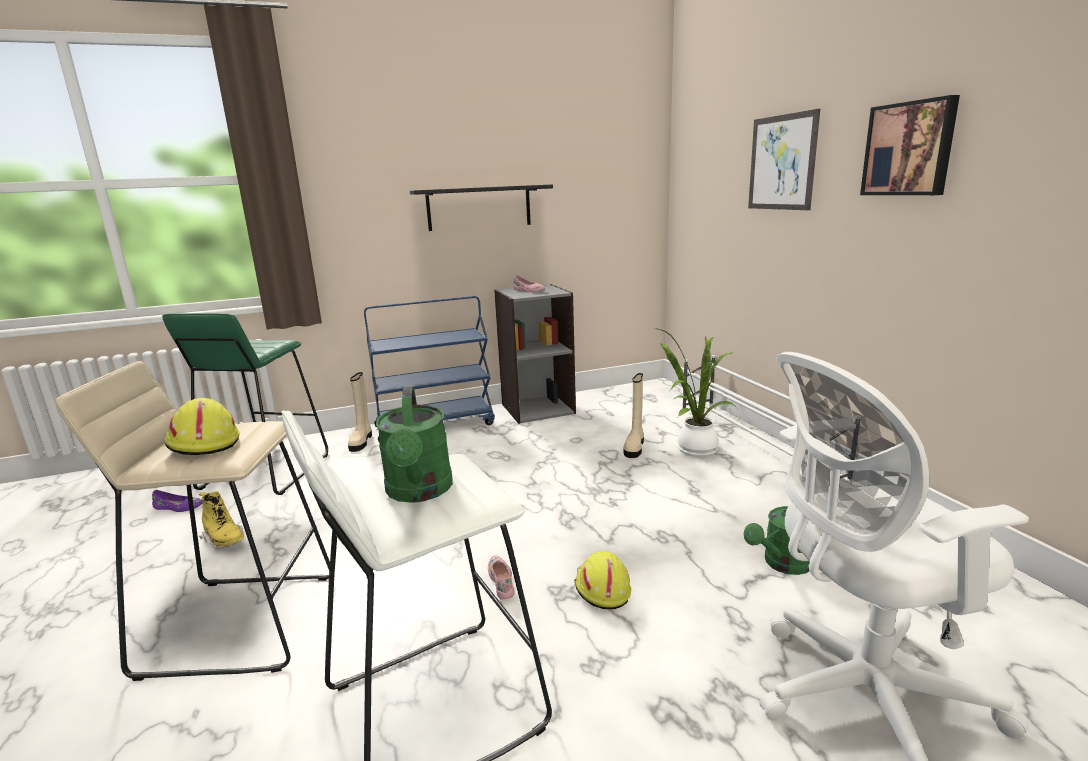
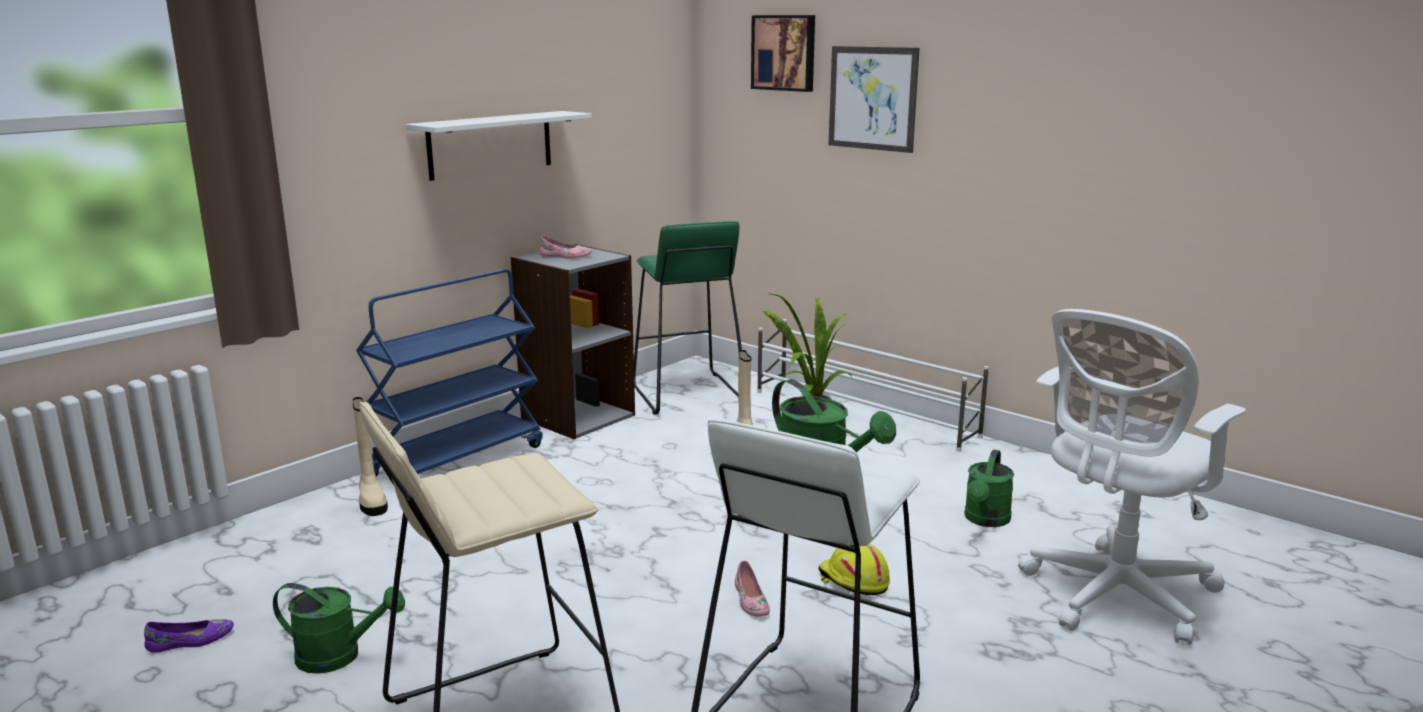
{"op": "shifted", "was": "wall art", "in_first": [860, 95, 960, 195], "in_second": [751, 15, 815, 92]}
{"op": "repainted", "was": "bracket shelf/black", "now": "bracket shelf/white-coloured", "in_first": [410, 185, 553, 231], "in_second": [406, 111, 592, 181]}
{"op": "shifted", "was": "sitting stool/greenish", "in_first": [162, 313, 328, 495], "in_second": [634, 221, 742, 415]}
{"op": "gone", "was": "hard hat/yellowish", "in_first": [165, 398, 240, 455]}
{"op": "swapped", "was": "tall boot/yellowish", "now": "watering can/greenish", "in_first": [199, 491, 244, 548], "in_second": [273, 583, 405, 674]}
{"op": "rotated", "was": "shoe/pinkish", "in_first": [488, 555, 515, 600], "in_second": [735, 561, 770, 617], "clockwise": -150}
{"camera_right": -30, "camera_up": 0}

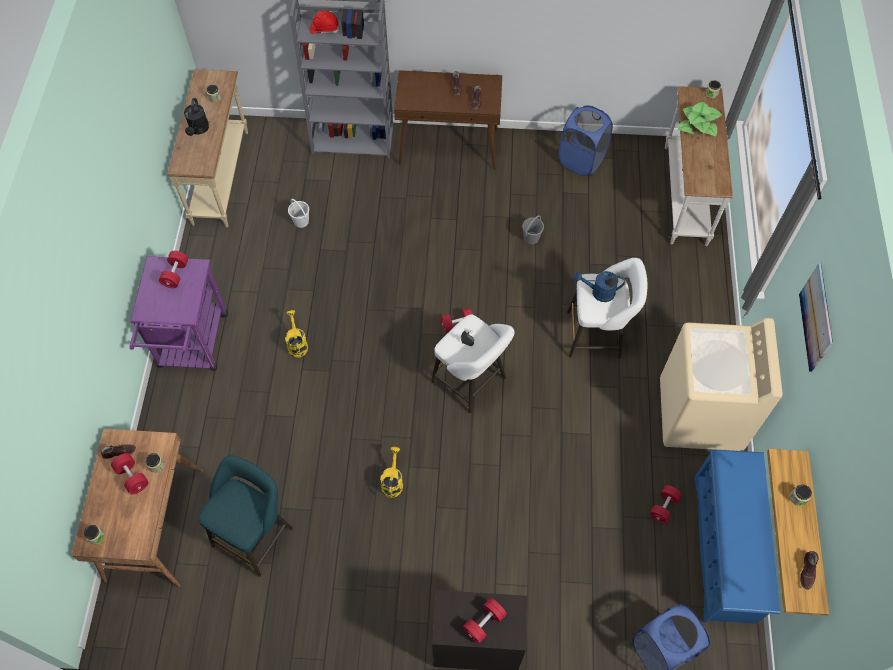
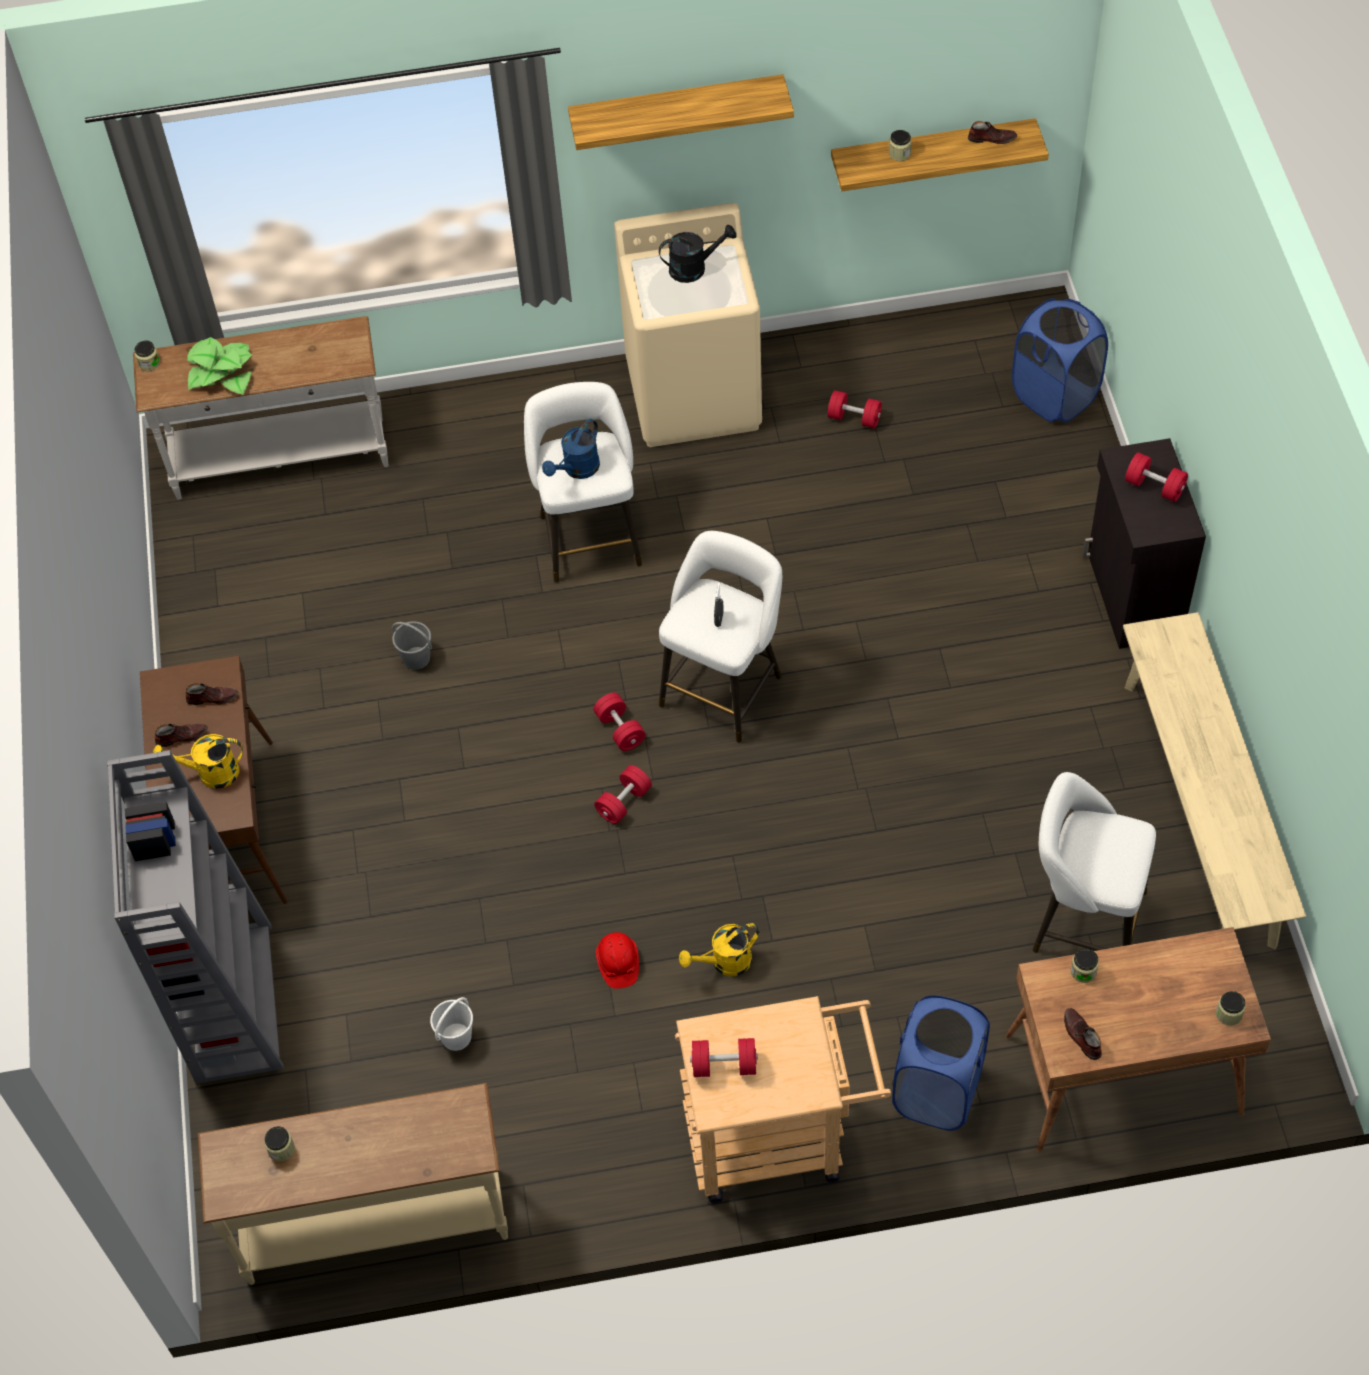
{"op": "shifted", "was": "hard hat/red-coloured", "in_first": [310, 10, 340, 34], "in_second": [596, 932, 639, 989]}
{"op": "shifted", "was": "watering can/black", "in_first": [184, 98, 209, 136], "in_second": [659, 225, 736, 283]}
{"op": "shifted", "was": "laundry basket/bluish", "in_first": [558, 105, 613, 176], "in_second": [892, 995, 990, 1131]}
{"op": "repainted", "was": "wheeled cart/purple", "now": "wheeled cart/sand-coloured", "in_first": [130, 256, 228, 371], "in_second": [675, 996, 891, 1203]}
{"op": "swapped", "was": "wall art", "now": "bracket shelf", "in_first": [799, 263, 833, 372], "in_second": [568, 74, 794, 150]}
{"op": "rotated", "was": "watering can/bluish", "in_first": [574, 271, 625, 302], "in_second": [542, 419, 600, 479], "clockwise": 45}
{"op": "shifted", "was": "watering can/yellowish", "in_first": [380, 447, 403, 498], "in_second": [153, 734, 243, 789]}
{"op": "gone", "was": "shoe shelf/bluish", "in_first": [694, 449, 780, 624]}
{"op": "shifted", "was": "free weight/red-coloured", "in_first": [111, 453, 148, 494], "in_second": [594, 765, 652, 824]}
{"op": "repainted", "was": "sitting stool/turquoise", "now": "sitting stool/white-coloured", "in_first": [198, 455, 293, 577], "in_second": [1033, 772, 1156, 953]}
{"op": "new", "now": "indoor bench/sand-coloured", "in_second": [1123, 612, 1306, 949]}
{"camera_right": -100, "camera_up": -5}

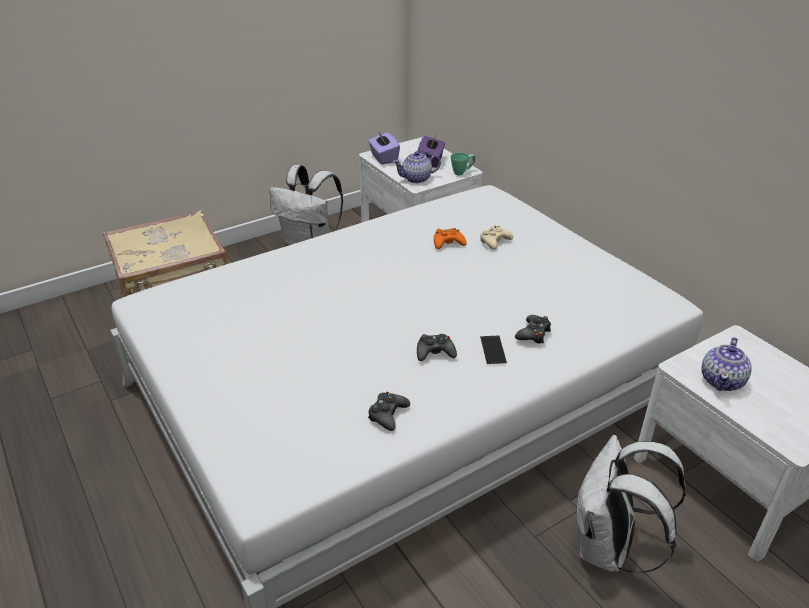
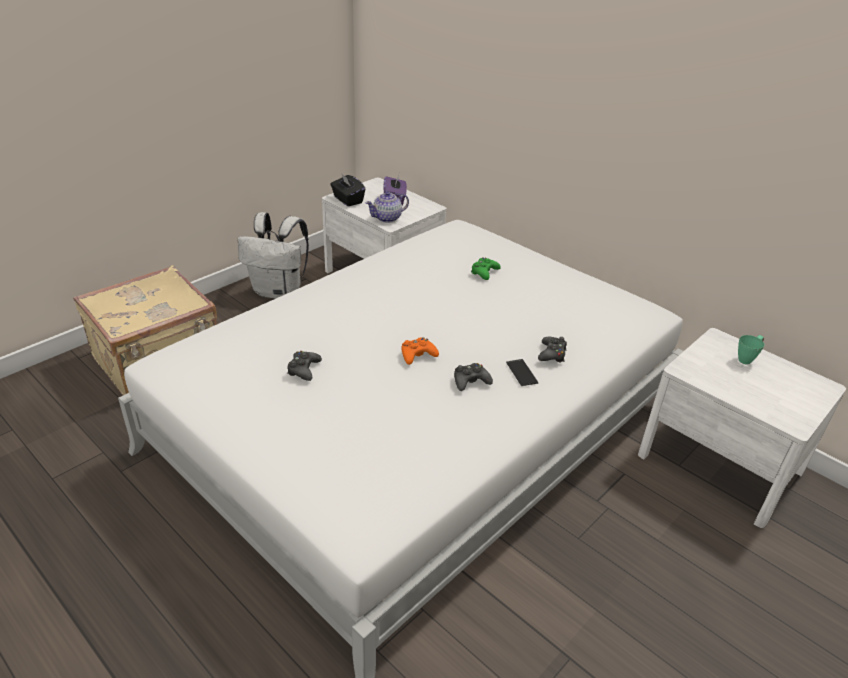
{"op": "repainted", "was": "box of tissues/purple", "now": "box of tissues/black", "in_first": [368, 132, 400, 164], "in_second": [330, 173, 365, 206]}
{"op": "shifted", "was": "tea mug/greenish", "in_first": [451, 153, 475, 176], "in_second": [738, 335, 764, 364]}
{"op": "repainted", "was": "game controller/sand-coloured", "now": "game controller/greenish", "in_first": [480, 226, 513, 250], "in_second": [471, 257, 501, 280]}
{"op": "shifted", "was": "game controller/orange-coloured", "in_first": [434, 228, 466, 249], "in_second": [401, 337, 439, 365]}
{"op": "gone", "was": "tea pot", "in_first": [701, 337, 752, 391]}
{"op": "shifted", "was": "game controller/black", "in_first": [368, 392, 410, 431], "in_second": [287, 351, 322, 381]}
{"op": "gone", "was": "knapsack/white-coloured", "in_first": [576, 435, 686, 573]}
{"camera_right": -15, "camera_up": 0}

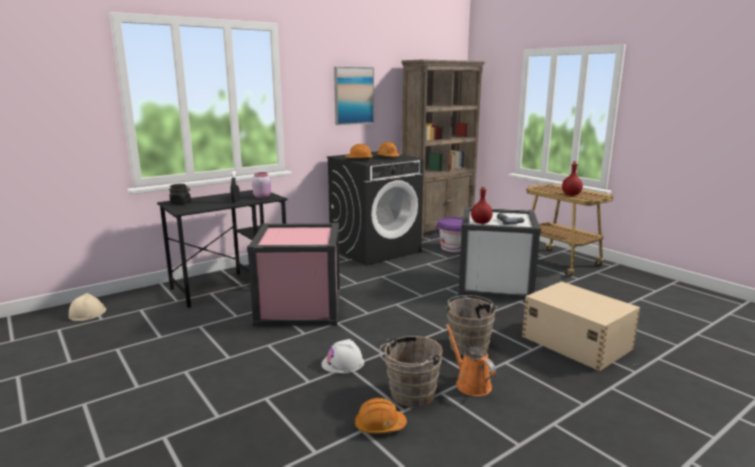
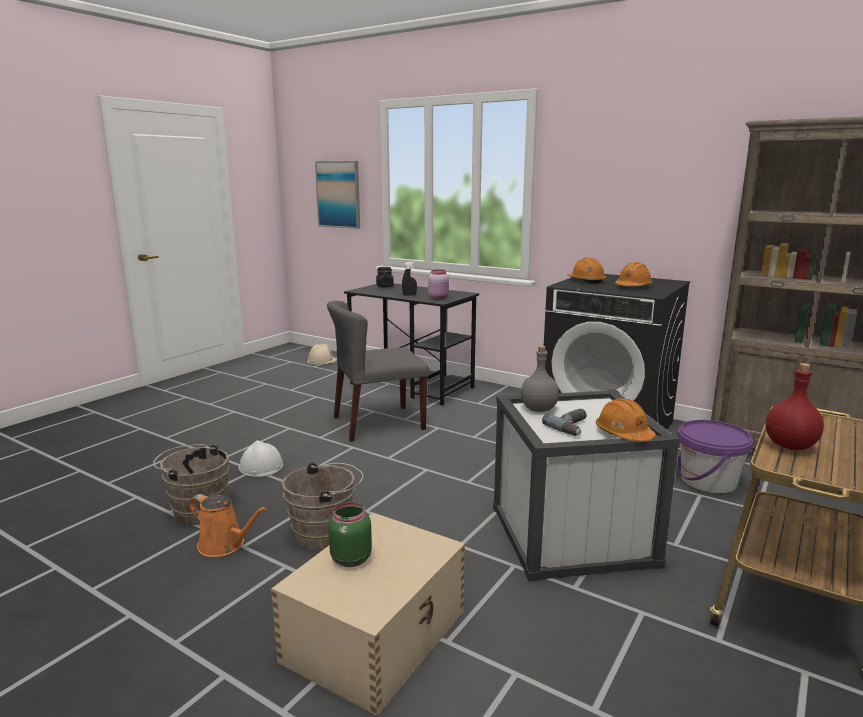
{"op": "shifted", "was": "wall art", "in_first": [334, 67, 374, 125], "in_second": [315, 161, 360, 229]}
{"op": "repainted", "was": "drink bottle/red-coloured", "now": "drink bottle/gray", "in_first": [471, 186, 493, 224], "in_second": [521, 346, 559, 412]}
{"op": "swapped", "was": "storage box/pinkish", "now": "chair/gray", "in_first": [247, 223, 340, 327], "in_second": [327, 301, 430, 442]}
{"op": "rotated", "was": "watering can/orange-coloured", "in_first": [446, 324, 496, 396], "in_second": [189, 494, 267, 557], "clockwise": 75}
{"op": "shifted", "was": "hard hat/orange-coloured", "in_first": [355, 398, 407, 434], "in_second": [596, 398, 656, 442]}
{"op": "new", "now": "jar/greenish", "in_second": [328, 502, 372, 567]}
{"camera_right": 70, "camera_up": 0}

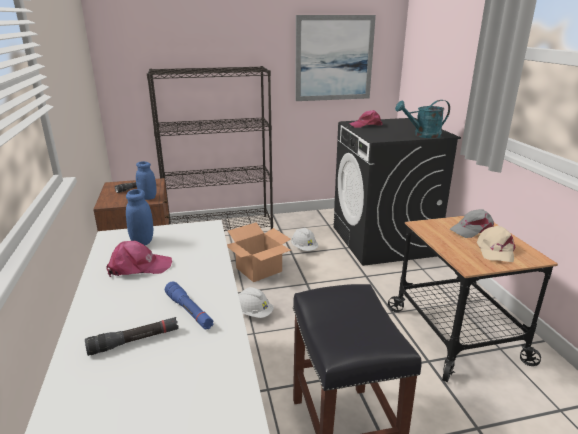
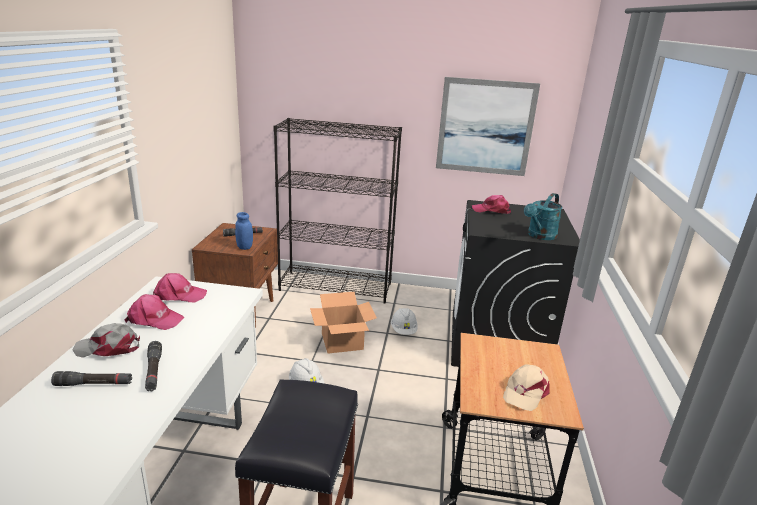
{"op": "rotated", "was": "watering can/turquoise", "in_first": [395, 100, 450, 138], "in_second": [524, 193, 563, 240], "clockwise": -60}
{"op": "swapped", "was": "jar/bluish", "now": "baseball cap/pinkish", "in_first": [126, 189, 153, 245], "in_second": [153, 273, 207, 303]}
{"op": "shifted", "was": "baseball cap/gray", "in_first": [449, 209, 494, 238], "in_second": [73, 323, 140, 358]}
{"op": "repainted", "was": "torch/bluish", "now": "torch/black", "in_first": [165, 282, 214, 330], "in_second": [145, 341, 162, 391]}
{"camera_right": 20, "camera_up": 0}

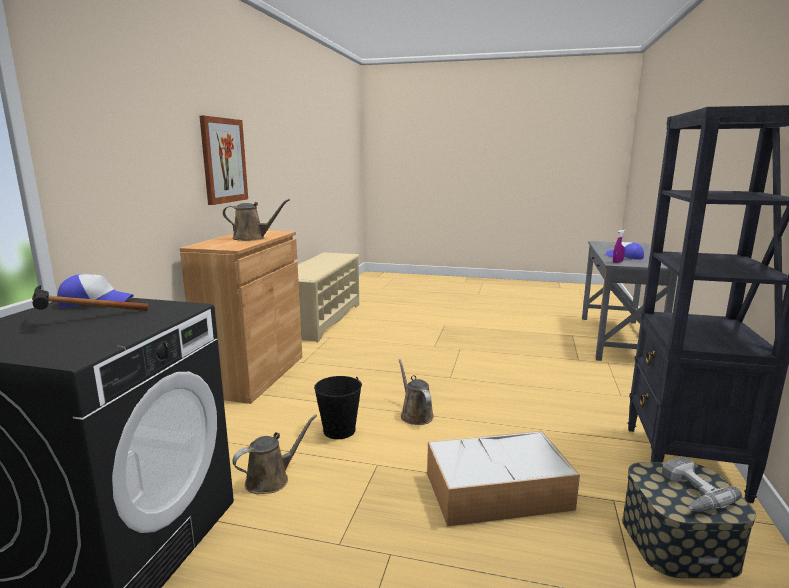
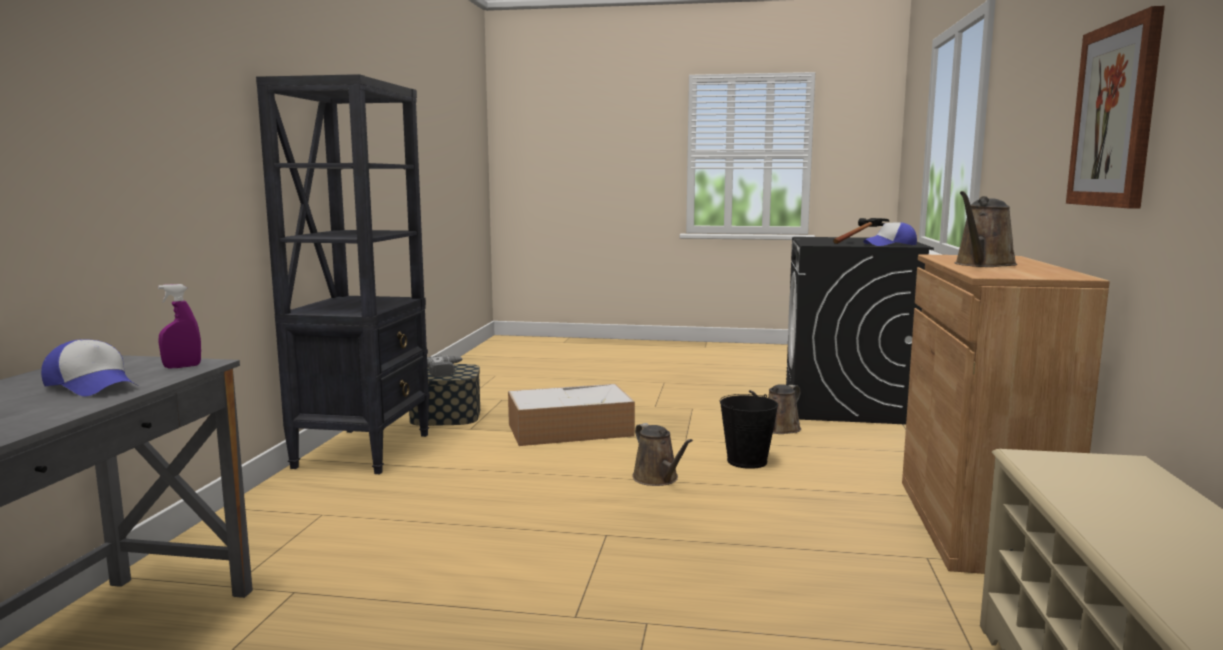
{"op": "rotated", "was": "watering can/brown", "in_first": [223, 199, 290, 241], "in_second": [955, 191, 1017, 267], "clockwise": -45}
{"camera_right": 175, "camera_up": -5}

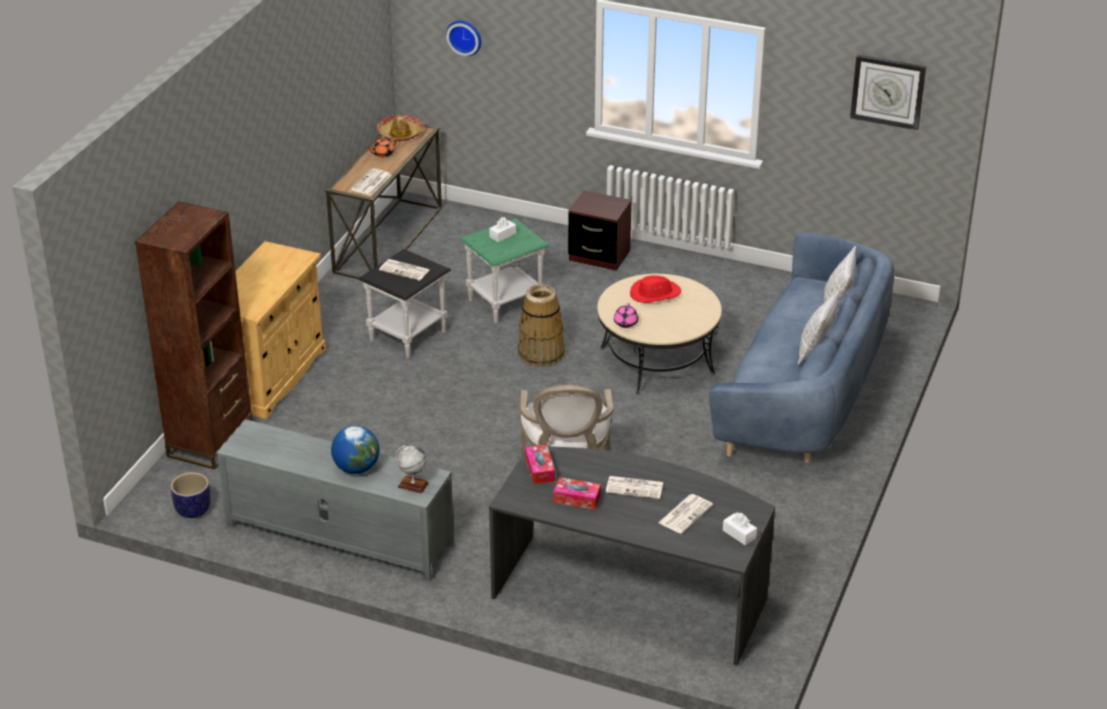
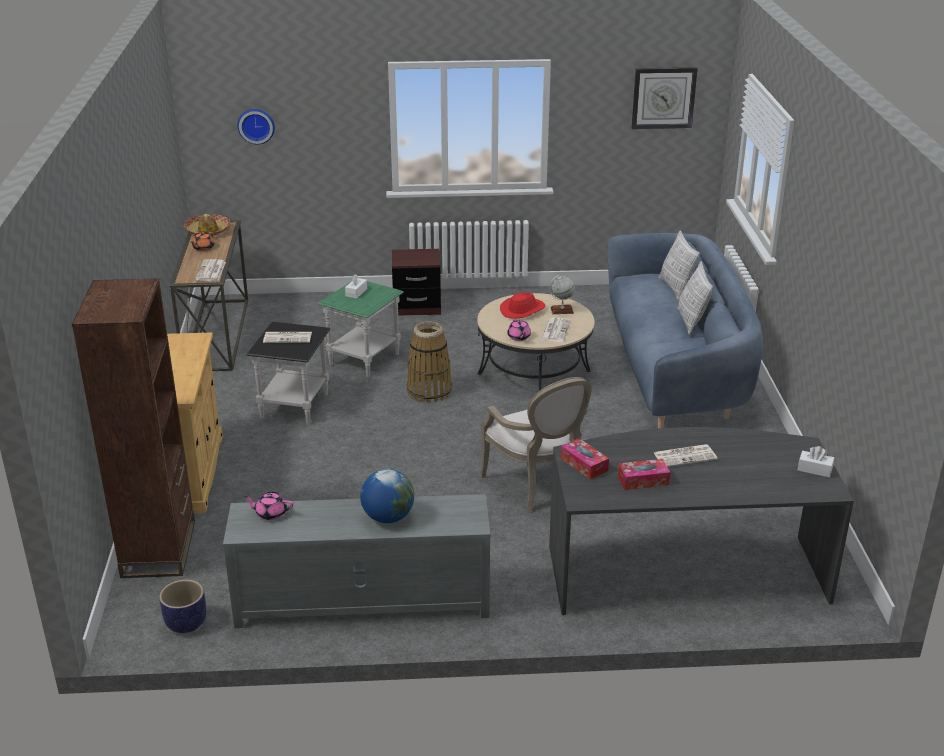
{"op": "shifted", "was": "globe", "in_first": [396, 445, 429, 494], "in_second": [549, 275, 575, 314]}
{"op": "shifted", "was": "printed paper", "in_first": [658, 494, 713, 534], "in_second": [540, 318, 570, 342]}
{"op": "new", "now": "tea pot/pinkish", "in_second": [244, 492, 293, 520]}
{"camera_right": -25, "camera_up": -5}

